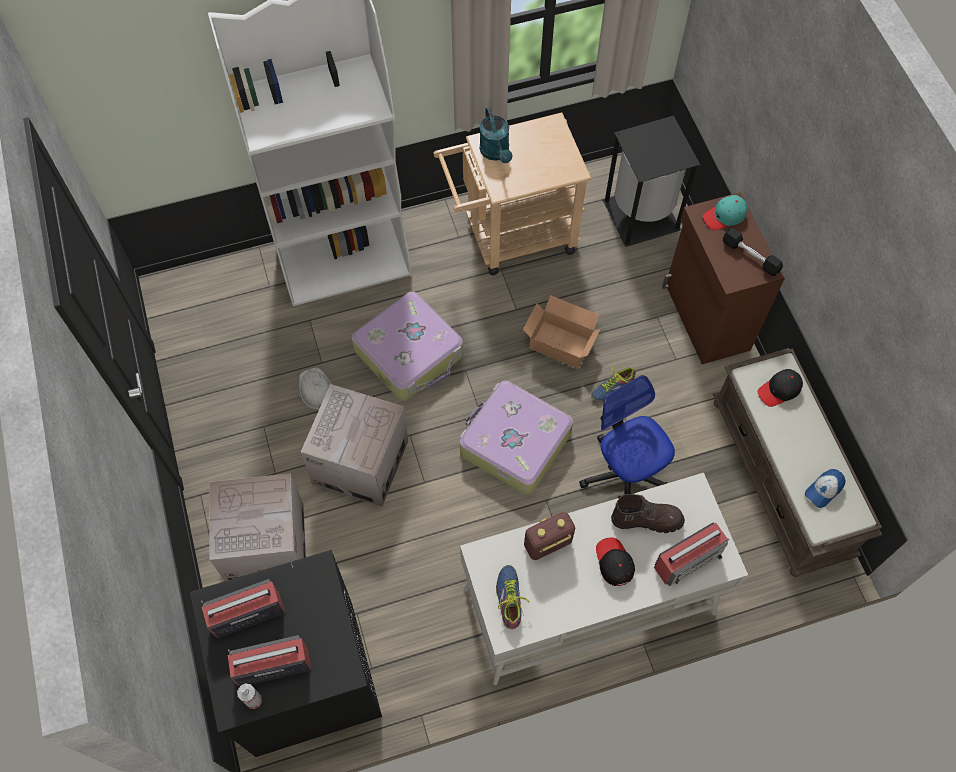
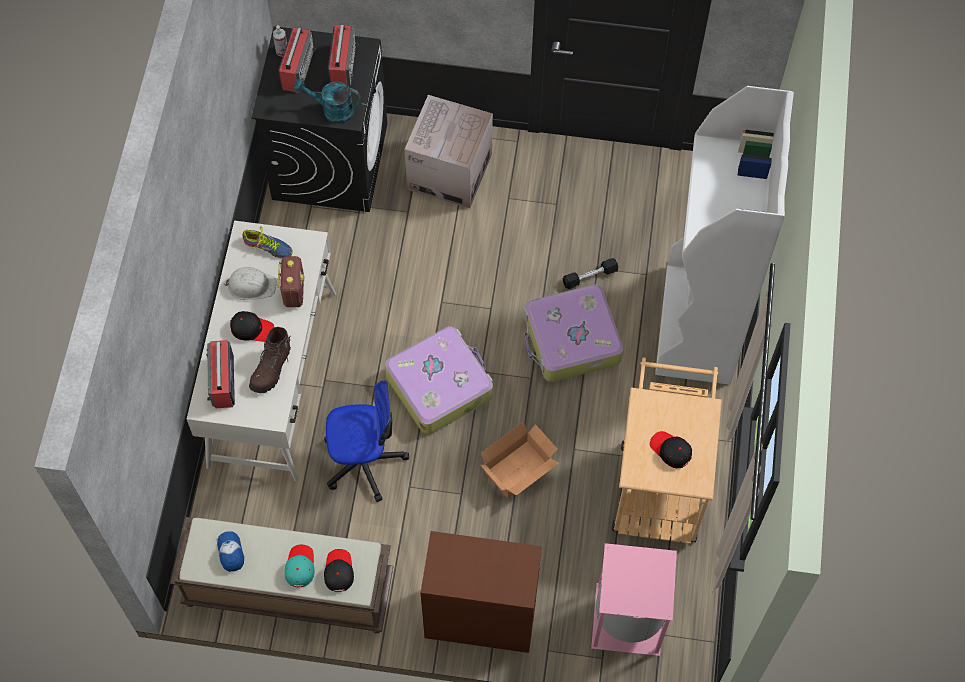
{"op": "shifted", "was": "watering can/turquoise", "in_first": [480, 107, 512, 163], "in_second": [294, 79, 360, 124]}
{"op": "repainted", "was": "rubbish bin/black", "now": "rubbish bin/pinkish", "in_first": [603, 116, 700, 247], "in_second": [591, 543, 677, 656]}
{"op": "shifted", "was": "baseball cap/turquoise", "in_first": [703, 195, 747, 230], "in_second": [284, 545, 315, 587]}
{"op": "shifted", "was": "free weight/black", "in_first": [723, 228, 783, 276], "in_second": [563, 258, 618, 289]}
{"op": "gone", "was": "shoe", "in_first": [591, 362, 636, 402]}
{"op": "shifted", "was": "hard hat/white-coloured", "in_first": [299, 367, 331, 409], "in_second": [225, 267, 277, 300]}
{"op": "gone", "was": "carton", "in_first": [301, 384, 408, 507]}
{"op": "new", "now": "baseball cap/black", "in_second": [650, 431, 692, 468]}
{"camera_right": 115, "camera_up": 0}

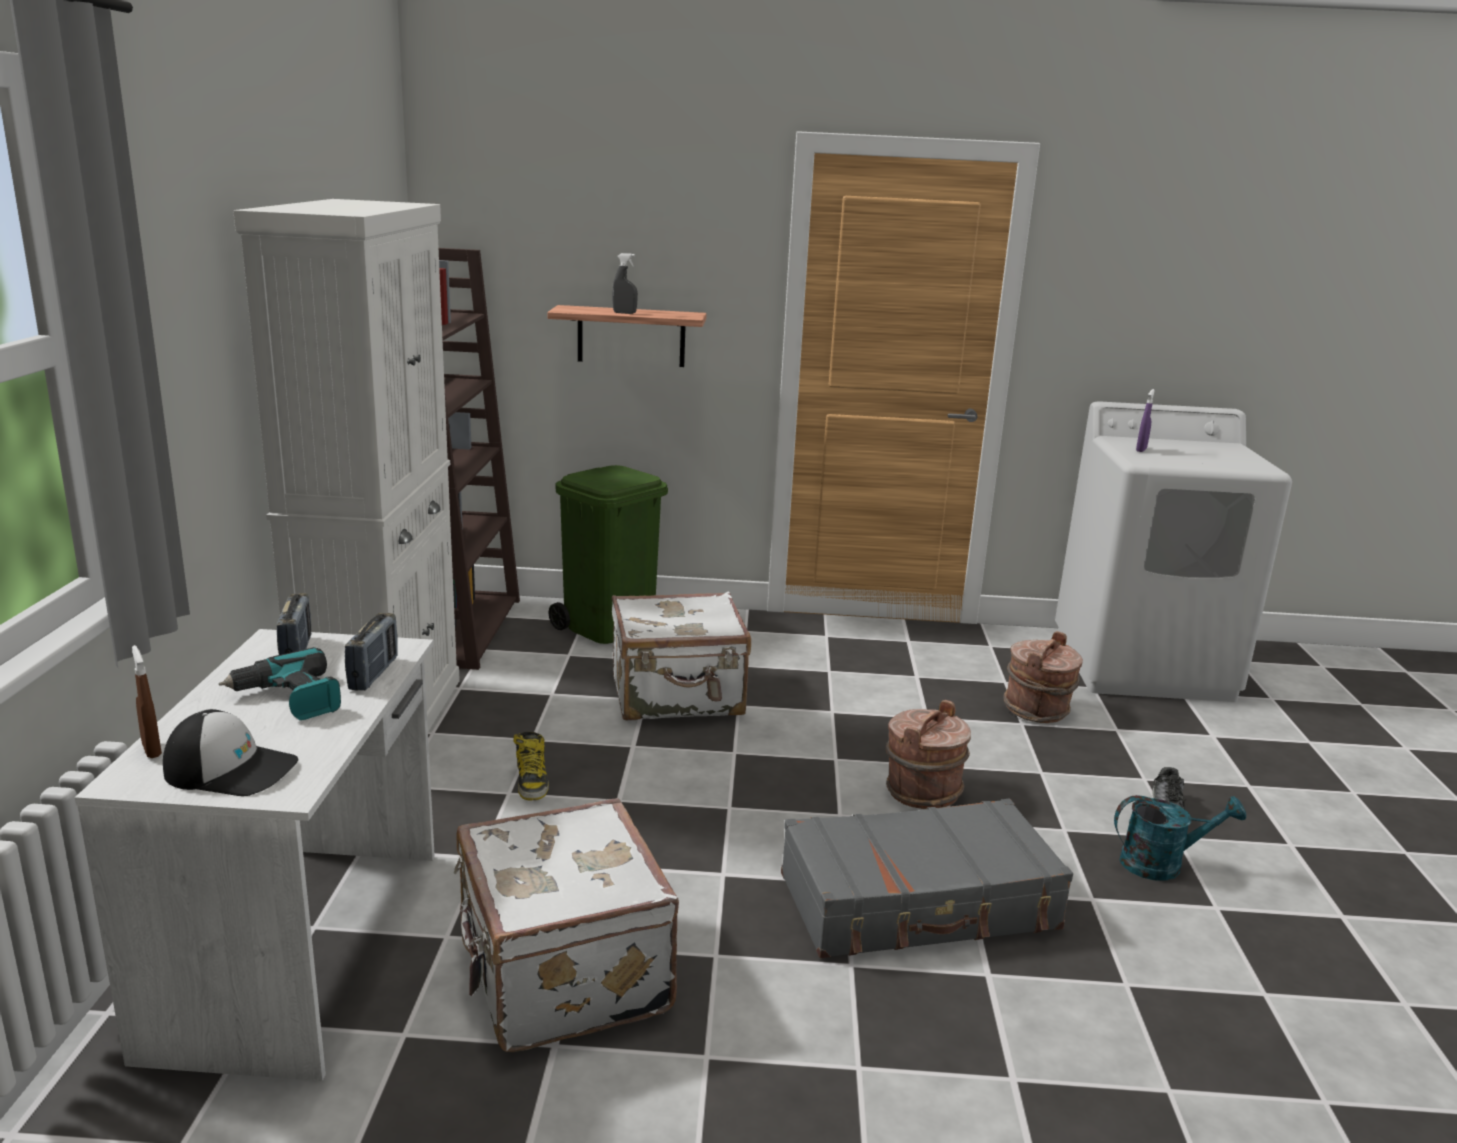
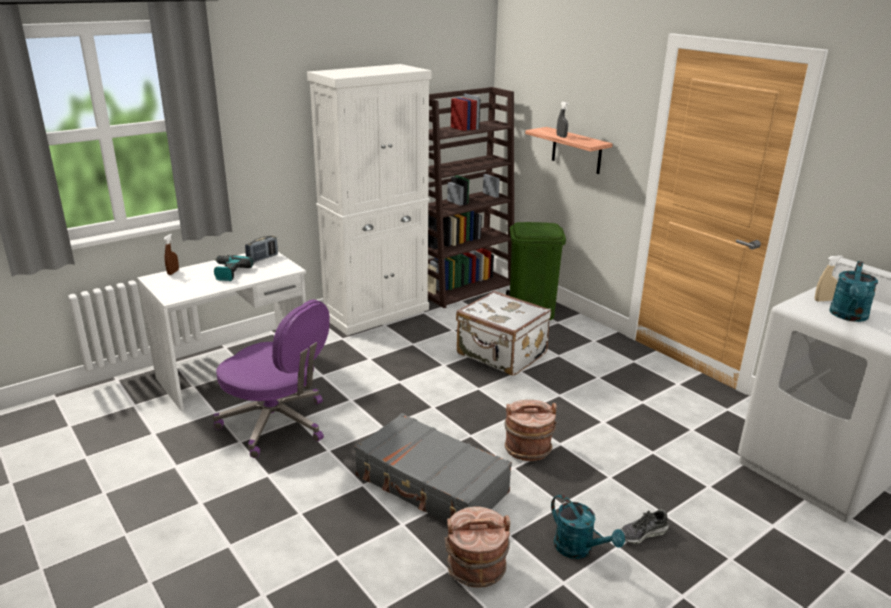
{"op": "repainted", "was": "spray bottle/purple", "now": "spray bottle/sand-coloured", "in_first": [1136, 389, 1155, 452], "in_second": [815, 255, 843, 301]}
{"op": "gone", "was": "radio receiver", "in_first": [345, 613, 398, 690]}
{"op": "shifted", "was": "bucket/brown", "in_first": [1003, 631, 1083, 723], "in_second": [445, 507, 510, 587]}
{"op": "gone", "was": "baseball cap", "in_first": [163, 709, 298, 796]}
{"op": "gone", "was": "tall boot", "in_first": [513, 732, 549, 800]}
{"op": "swapped", "was": "suitcase/white-coloured", "now": "computer chair/purple", "in_first": [454, 798, 679, 1052], "in_second": [213, 299, 330, 458]}
{"op": "new", "now": "watering can/turquoise", "in_second": [829, 261, 878, 322]}
{"camera_right": 50, "camera_up": 5}

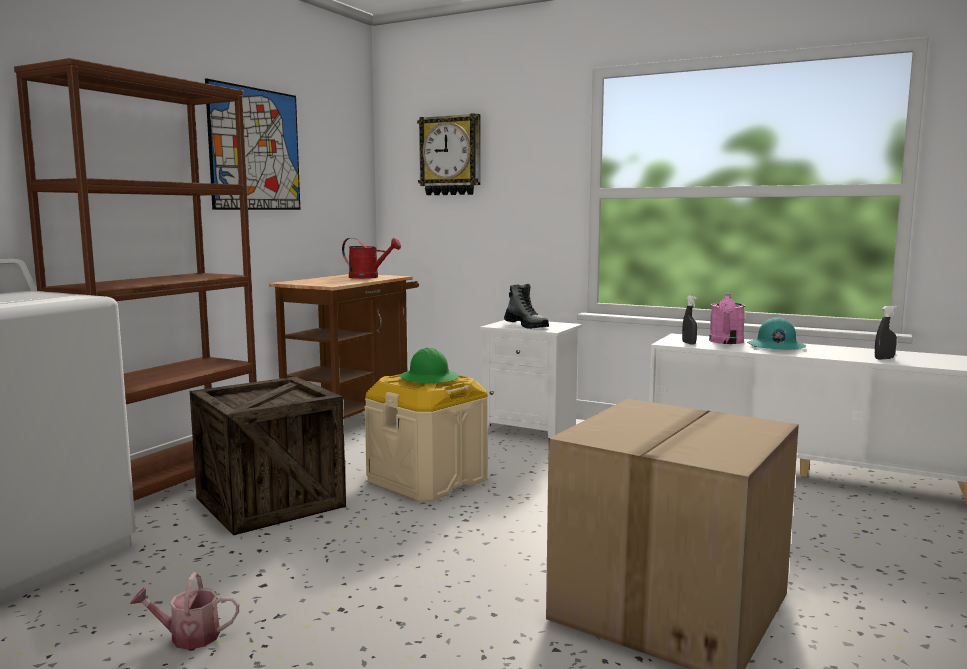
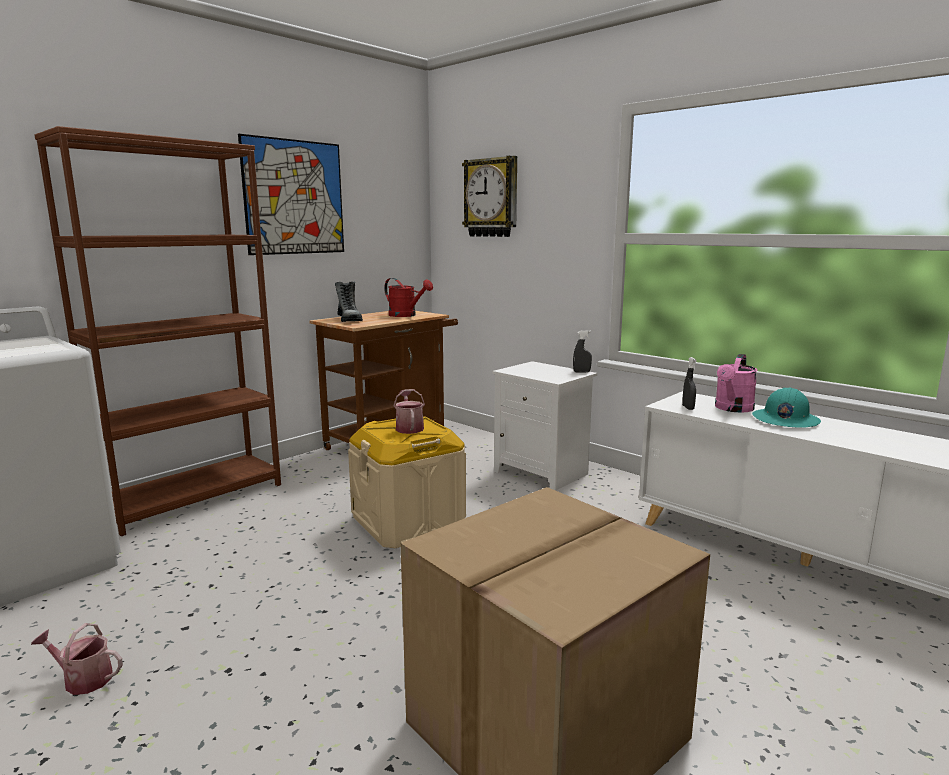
{"op": "shifted", "was": "tall boot", "in_first": [504, 284, 549, 329], "in_second": [335, 281, 363, 322]}
{"op": "shifted", "was": "spray bottle/gray", "in_first": [875, 305, 897, 360], "in_second": [573, 330, 592, 372]}
{"op": "swapped", "was": "hard hat/greenish", "now": "watering can", "in_first": [400, 348, 459, 383], "in_second": [394, 389, 425, 434]}
{"op": "gone", "was": "packing crate", "in_first": [190, 376, 346, 535]}
{"camera_right": 15, "camera_up": 5}

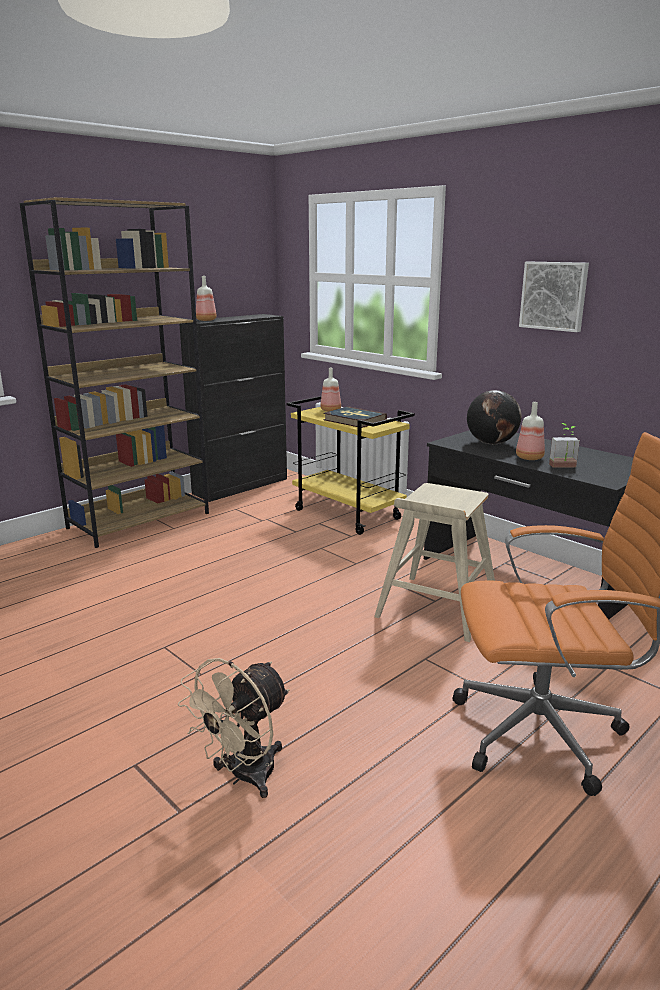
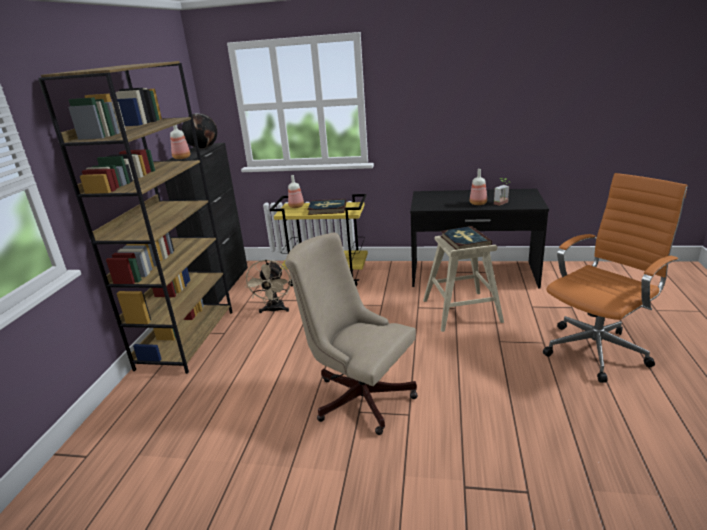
{"op": "gone", "was": "wall art", "in_first": [519, 262, 589, 332]}
{"op": "shifted", "was": "globe", "in_first": [467, 390, 522, 445], "in_second": [182, 113, 217, 149]}
{"op": "shifted", "was": "electric fan/sand-coloured", "in_first": [178, 658, 289, 798], "in_second": [245, 259, 291, 314]}
{"op": "new", "now": "book", "in_second": [441, 226, 492, 250]}
{"op": "new", "now": "computer chair/sand-coloured", "in_second": [285, 233, 418, 435]}
{"camera_right": -35, "camera_up": 5}

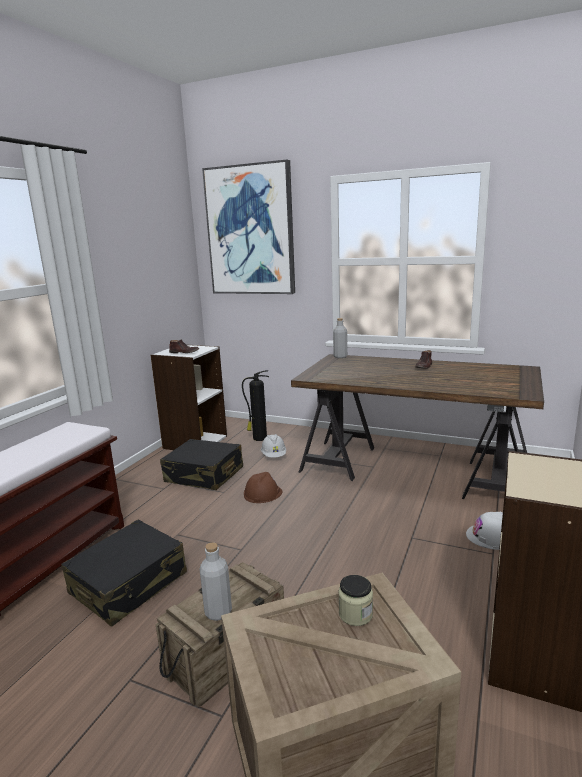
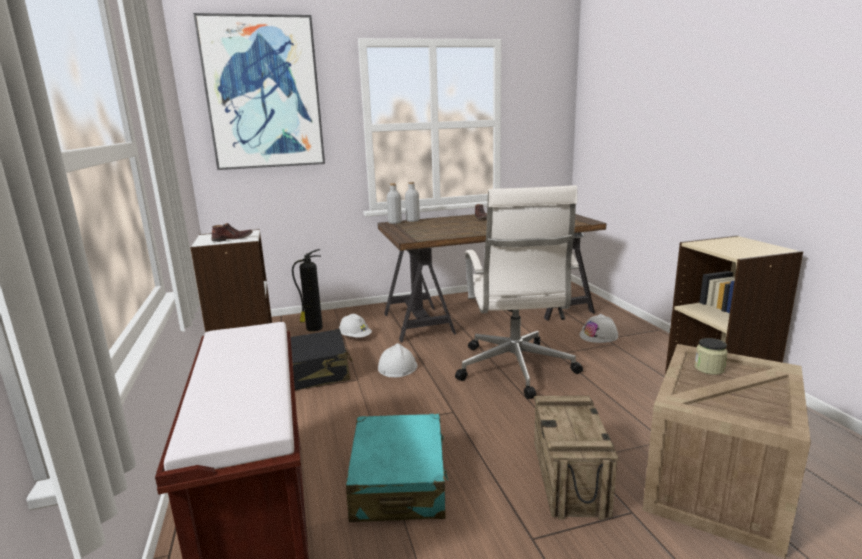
{"op": "repainted", "was": "hard hat/brown", "now": "hard hat/white-coloured", "in_first": [244, 472, 282, 503], "in_second": [378, 343, 418, 378]}
{"op": "repainted", "was": "suitcase/black", "now": "suitcase/turquoise", "in_first": [61, 520, 187, 626], "in_second": [346, 414, 449, 522]}
{"op": "shifted", "was": "drink bottle/gray", "in_first": [200, 542, 232, 621], "in_second": [405, 182, 420, 222]}
{"op": "new", "now": "computer chair/white-coloured", "in_second": [455, 185, 583, 399]}
{"camera_right": -40, "camera_up": 0}

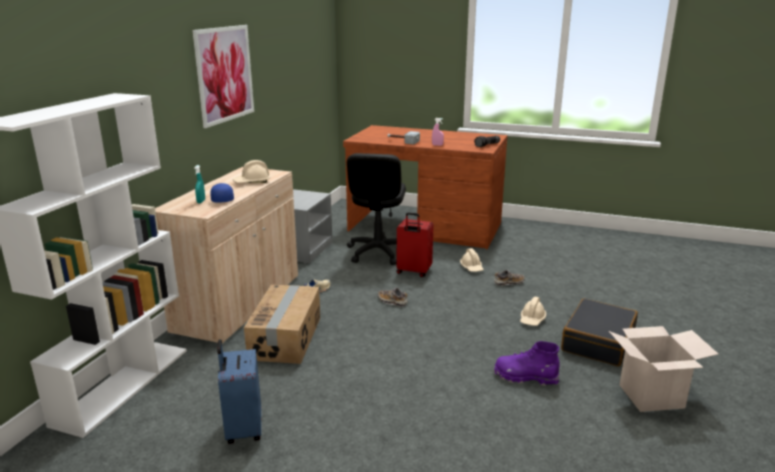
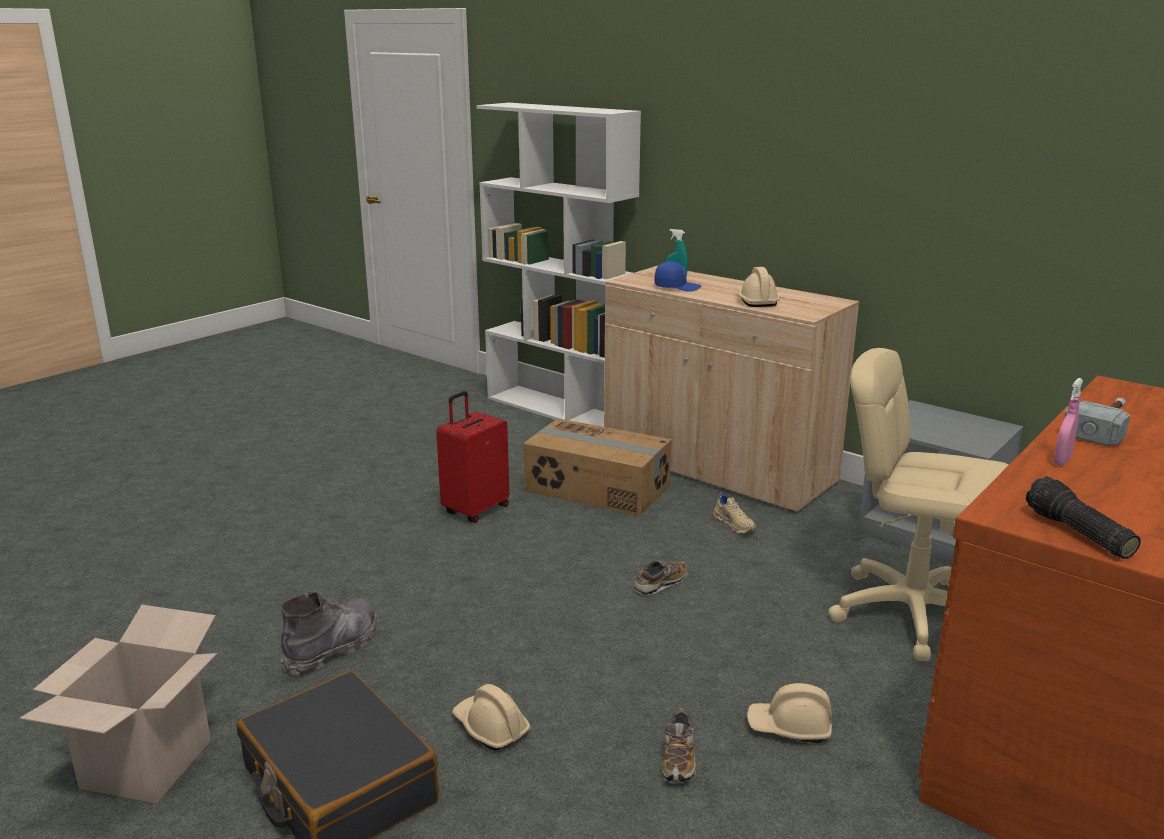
{"op": "gone", "was": "wall art", "in_first": [192, 25, 254, 128]}
{"op": "repainted", "was": "computer chair/black", "now": "computer chair/sand-coloured", "in_first": [347, 153, 406, 265], "in_second": [828, 348, 1008, 661]}
{"op": "shifted", "was": "suitcase/red-coloured", "in_first": [396, 212, 434, 277], "in_second": [436, 391, 509, 523]}
{"op": "gone", "was": "suitcase/bluish", "in_first": [217, 339, 261, 444]}
{"op": "repainted", "was": "tall boot/purple", "now": "tall boot/gray", "in_first": [494, 341, 560, 386], "in_second": [280, 592, 377, 676]}
{"camera_right": 110, "camera_up": 0}

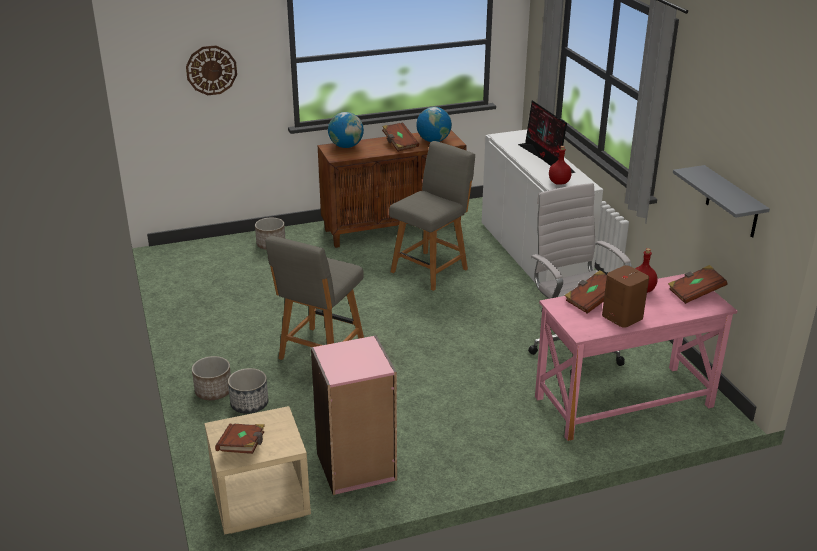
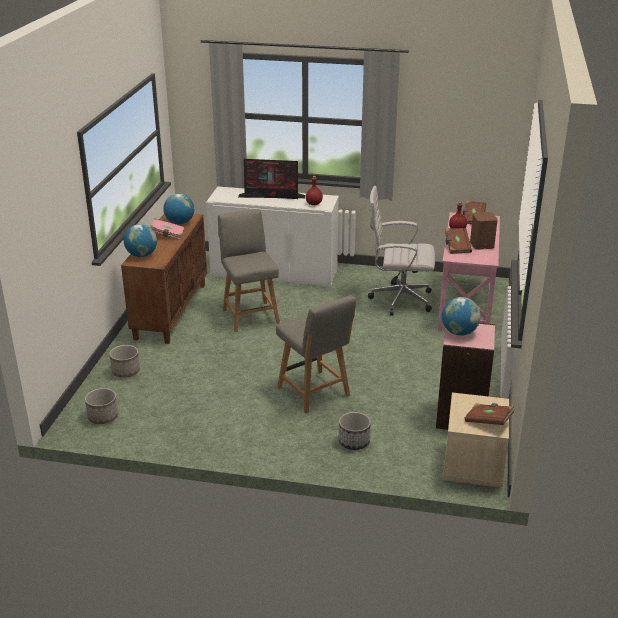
{"op": "gone", "was": "hanging clock", "in_first": [186, 46, 237, 95]}
{"op": "repainted", "was": "book/brown", "now": "book/pinkish", "in_first": [382, 122, 419, 152], "in_second": [150, 218, 184, 240]}
{"op": "gone", "was": "bracket shelf/gray", "in_first": [673, 165, 770, 238]}
{"op": "shifted", "was": "plant pot", "in_first": [192, 356, 231, 400], "in_second": [85, 388, 118, 424]}
{"op": "new", "now": "globe", "in_second": [442, 297, 481, 336]}
{"camera_right": -60, "camera_up": 0}

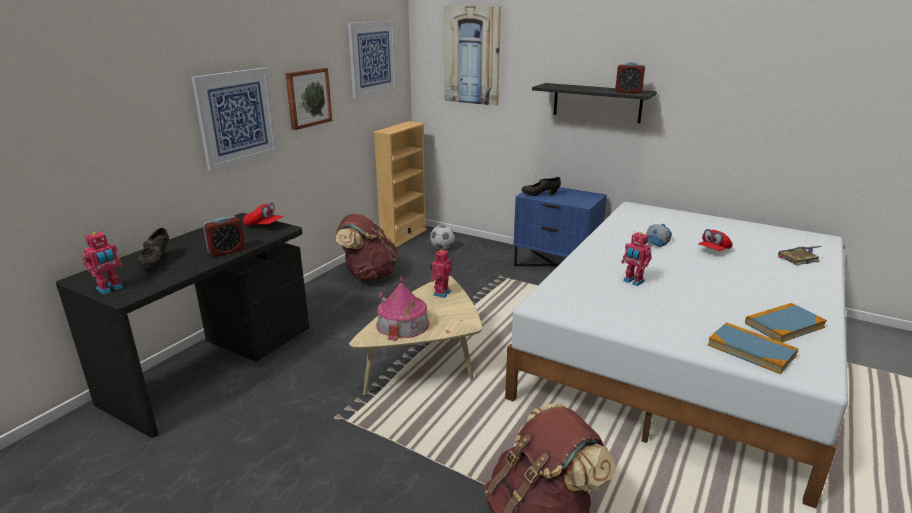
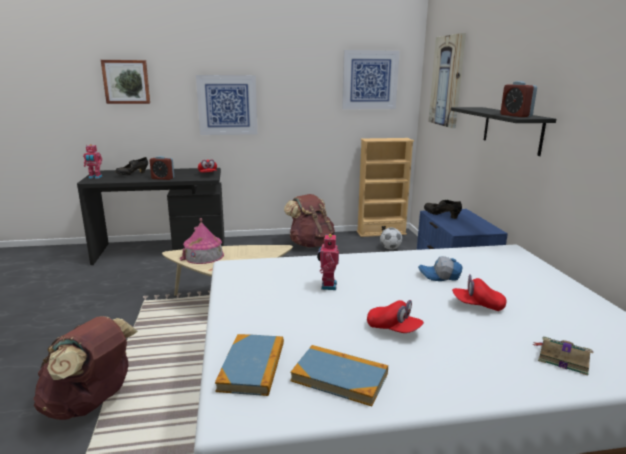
{"op": "shifted", "was": "wall art", "in_first": [285, 68, 332, 130], "in_second": [101, 60, 150, 104]}
{"op": "gone", "was": "toy robot", "in_first": [430, 248, 451, 298]}
{"op": "new", "now": "baseball cap/red-coloured", "in_second": [367, 300, 424, 333]}
{"camera_right": 50, "camera_up": -5}

